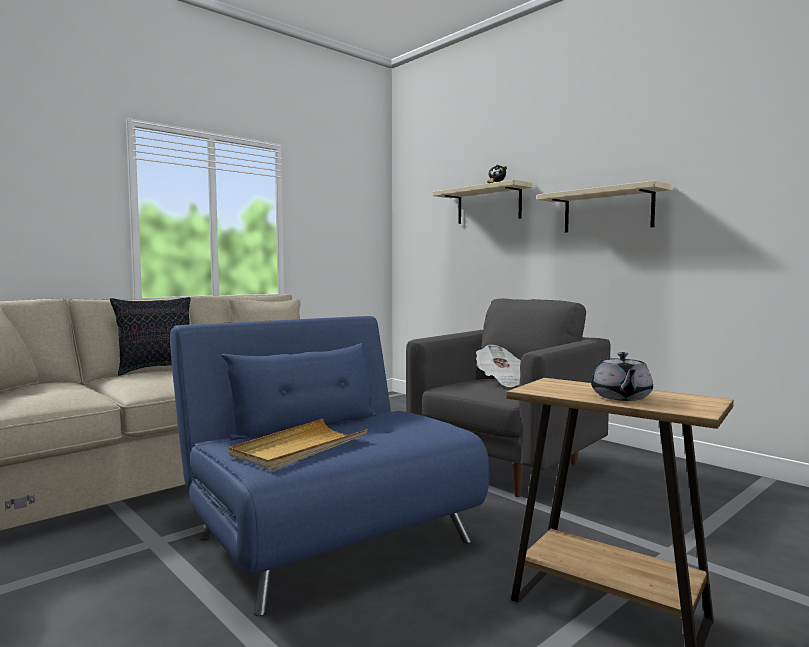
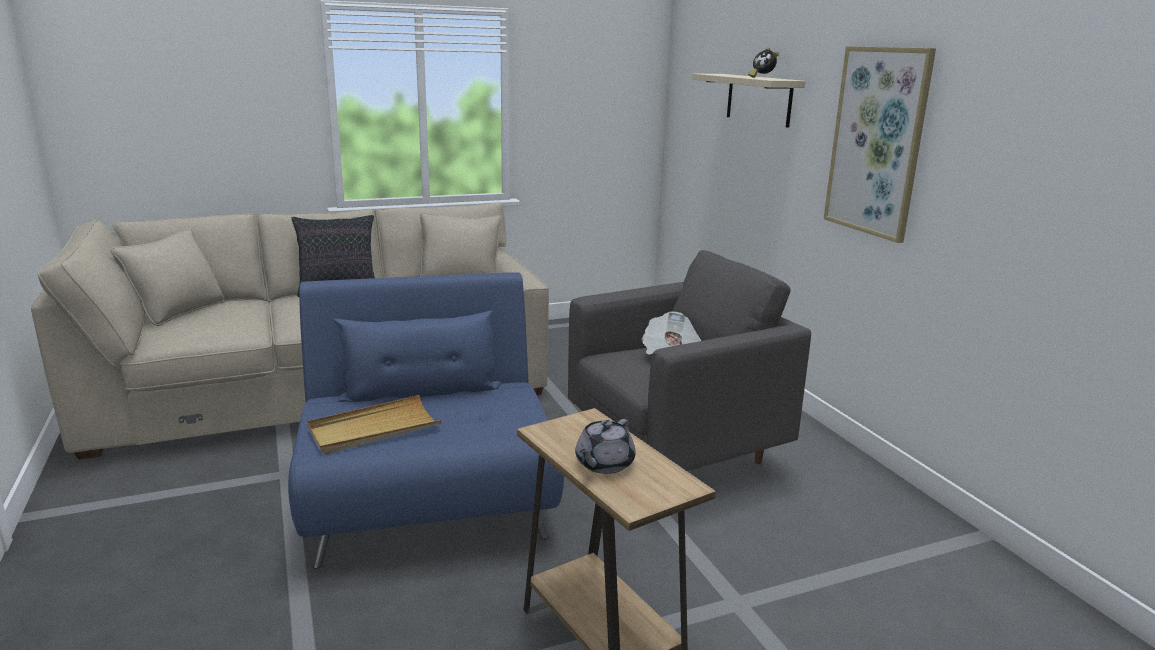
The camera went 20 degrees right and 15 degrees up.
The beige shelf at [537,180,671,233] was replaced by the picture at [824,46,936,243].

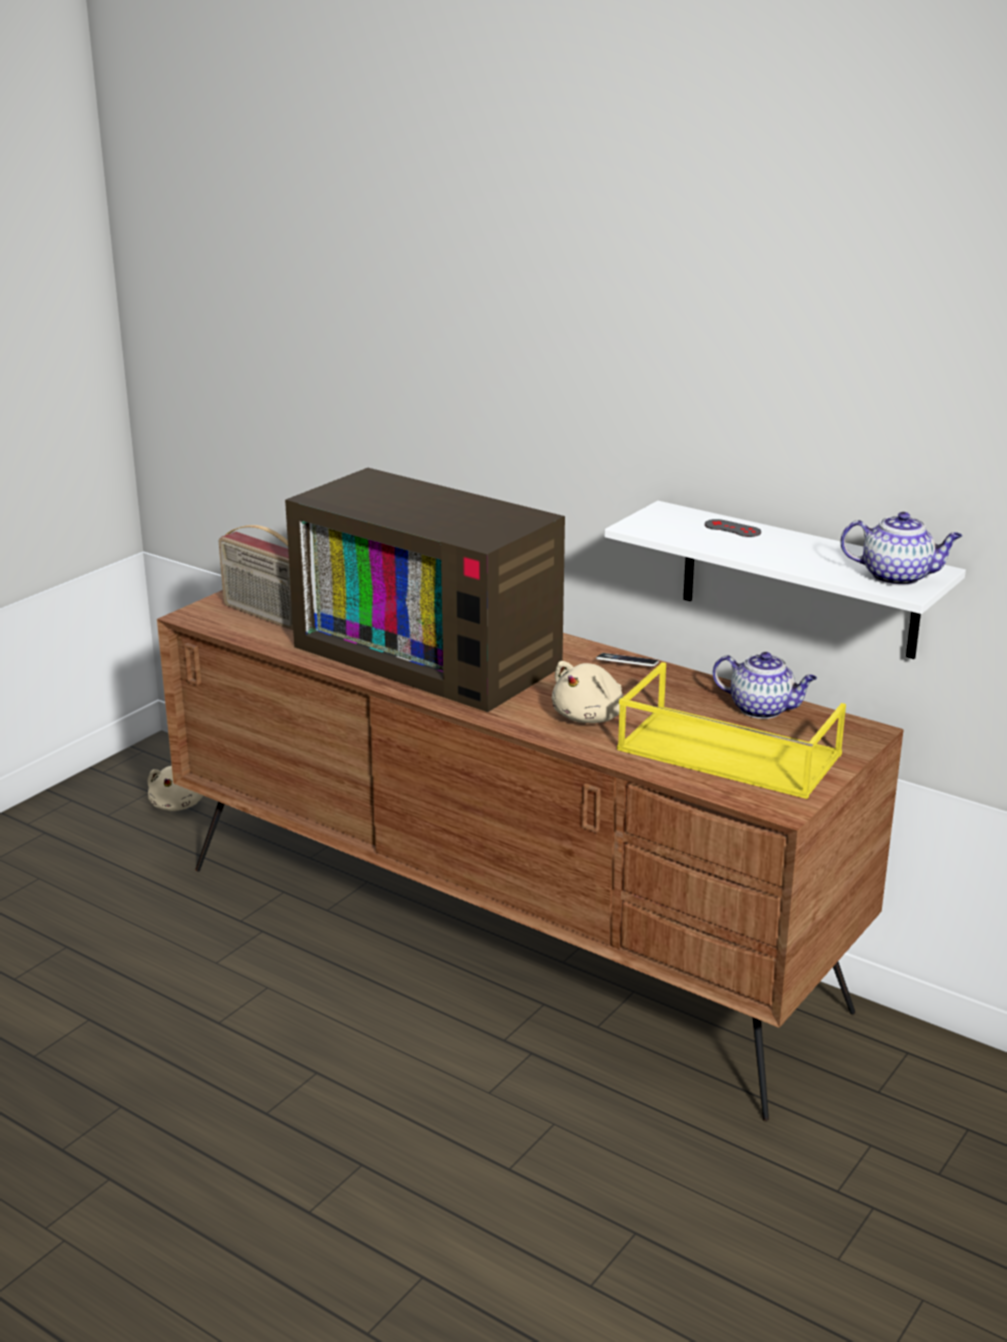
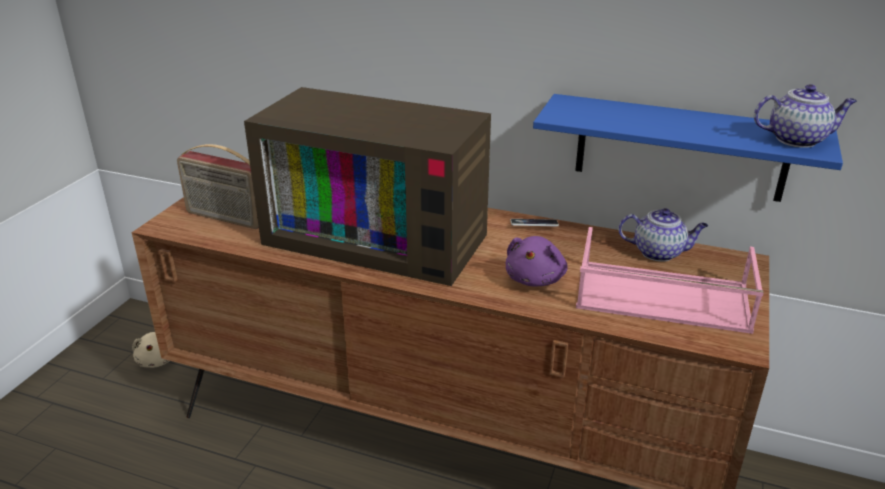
The camera went 15 degrees left and 5 degrees up.
The whitish shelf at [604,501,966,659] became the bluish shelf at [533,94,843,202].
The gray joypad at [705,519,761,537] disappeared.
The beige cuddly toy at [551,661,623,723] became the purplish cuddly toy at [506,236,568,287].
The yellow-coloured serving tray at [617,662,846,799] became the pinkish serving tray at [576,227,764,334].

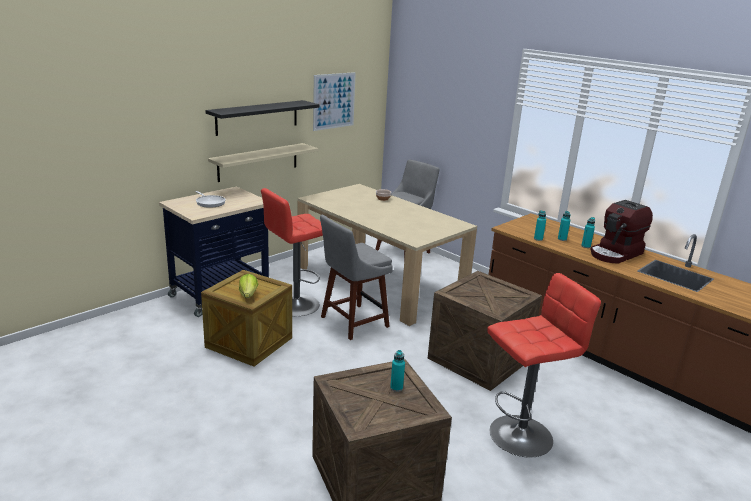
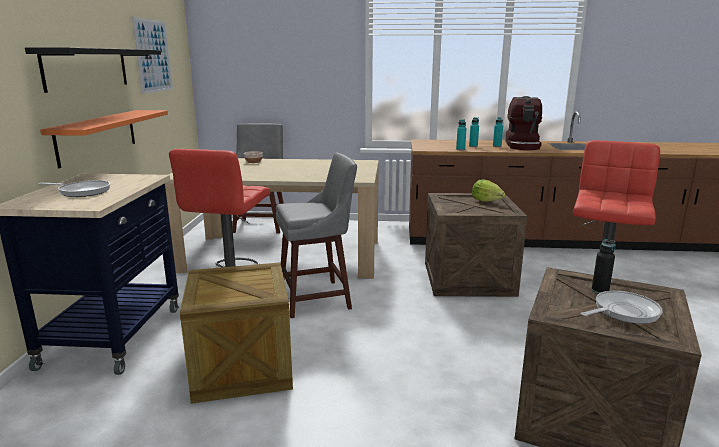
The camera went 40 degrees left and 5 degrees down.
The beige shelf at [208,143,319,182] became the orangey shelf at [40,110,168,168].
The gray upright chair at [320,214,393,340] turned 120 degrees counterclockwise.
The lettuce head moved from [239,274,258,298] to [472,179,506,202].
The turquoise drink bottle at [390,350,405,392] became the blackish drink bottle at [591,239,616,294].
The skillet at [581,291,663,324] appeared.

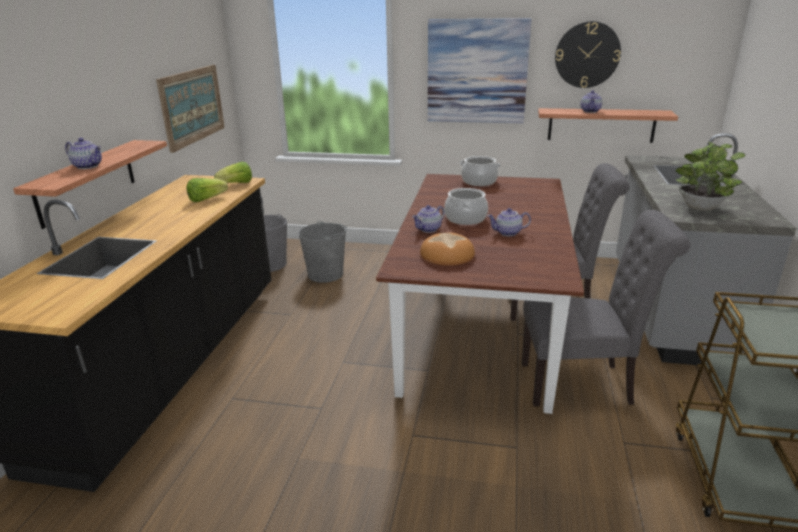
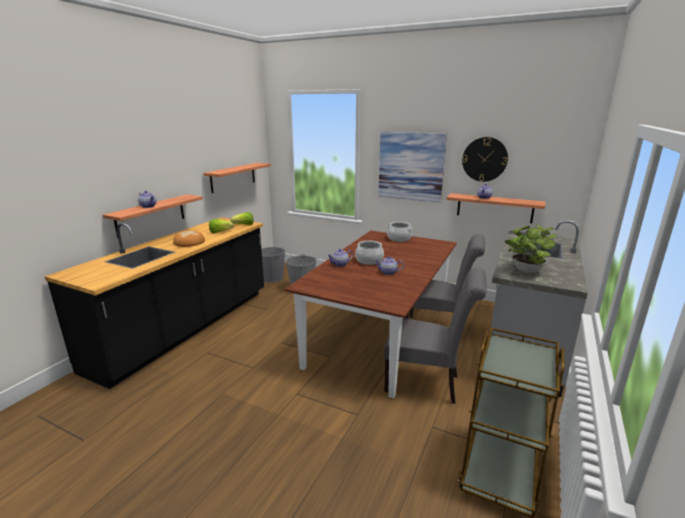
The camera went 15 degrees right and 5 degrees down.
The picture at [156,65,225,153] was replaced by the shelf at [204,163,271,193].
The bread moved from [420,232,475,266] to [173,231,205,247].

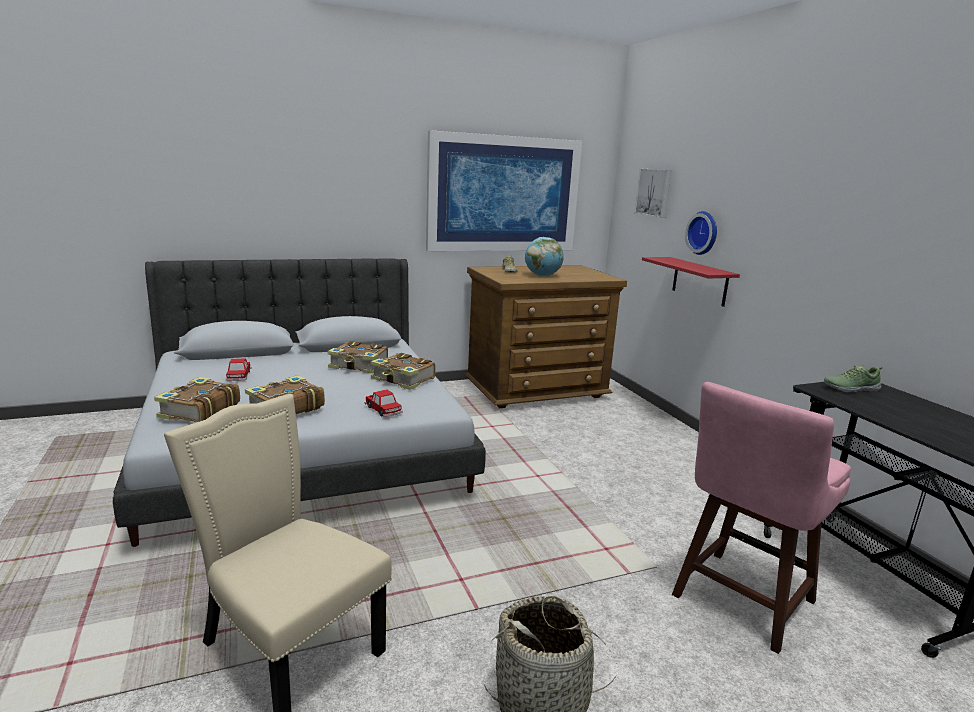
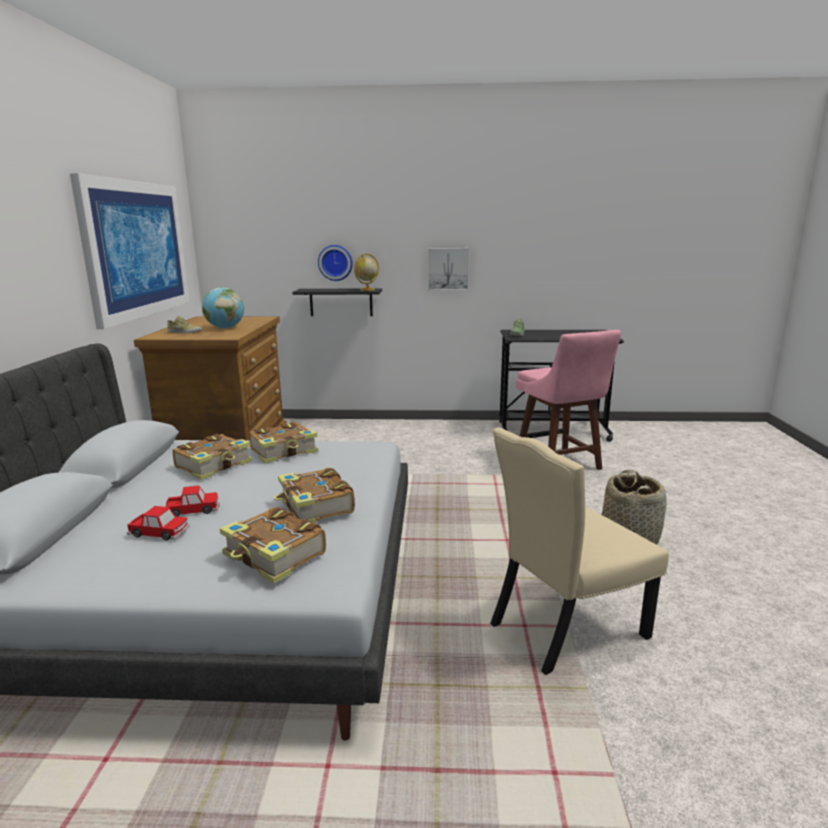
The camera went 65 degrees left and 0 degrees up.
The picture moved from [634,169,672,218] to [428,248,469,290].
The reddish shelf at [642,257,740,307] became the blackish shelf at [292,288,382,316].
The miniature car moved from [365,389,402,417] to [165,486,220,517].
The desk globe at [354,254,379,291] appeared.

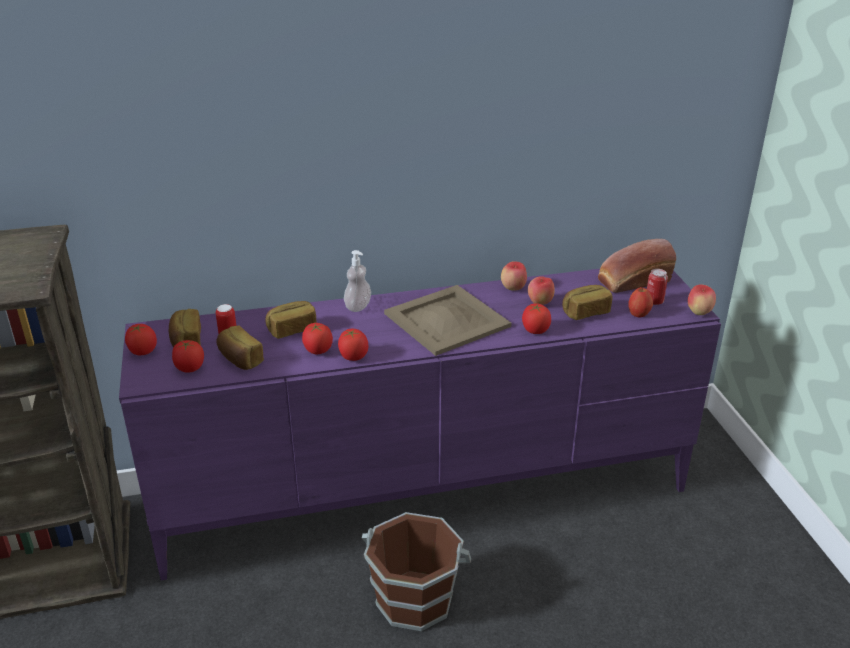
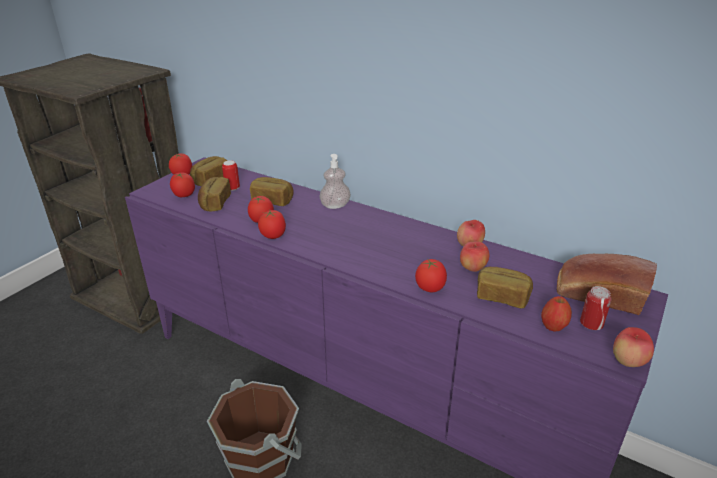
The camera went 45 degrees right and 0 degrees up.
The beige serving tray at [384,285,511,356] disappeared.

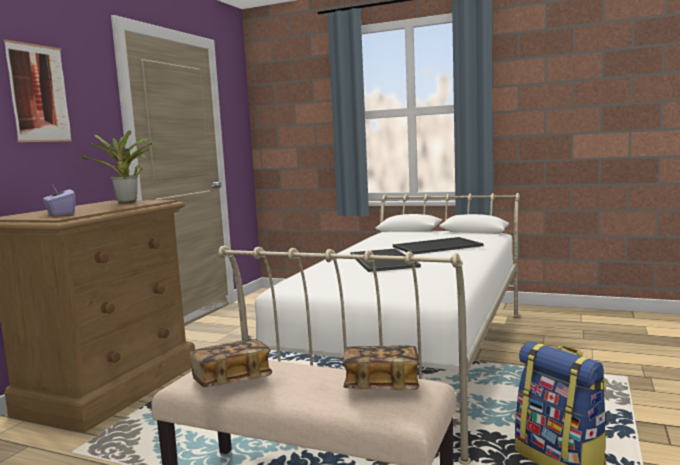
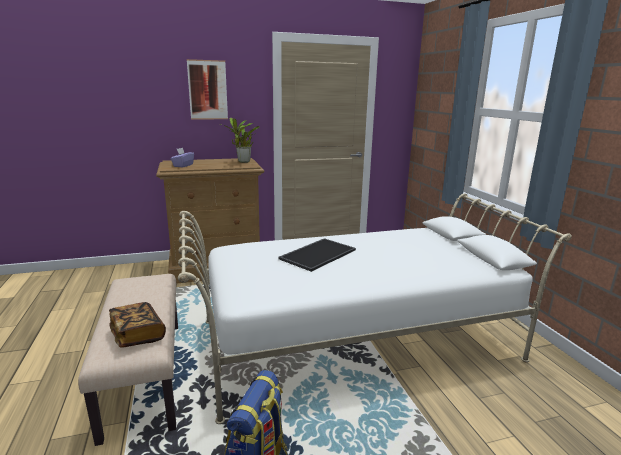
The camera went 50 degrees right and 10 degrees up.
The serving tray at [393,237,483,255] disappeared.
The bound book at [189,339,272,387] disappeared.

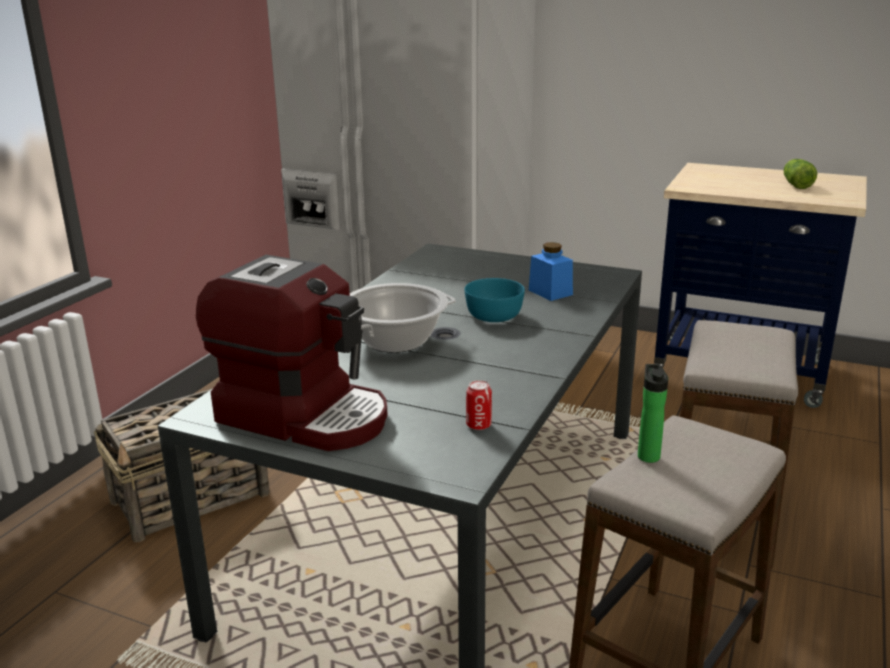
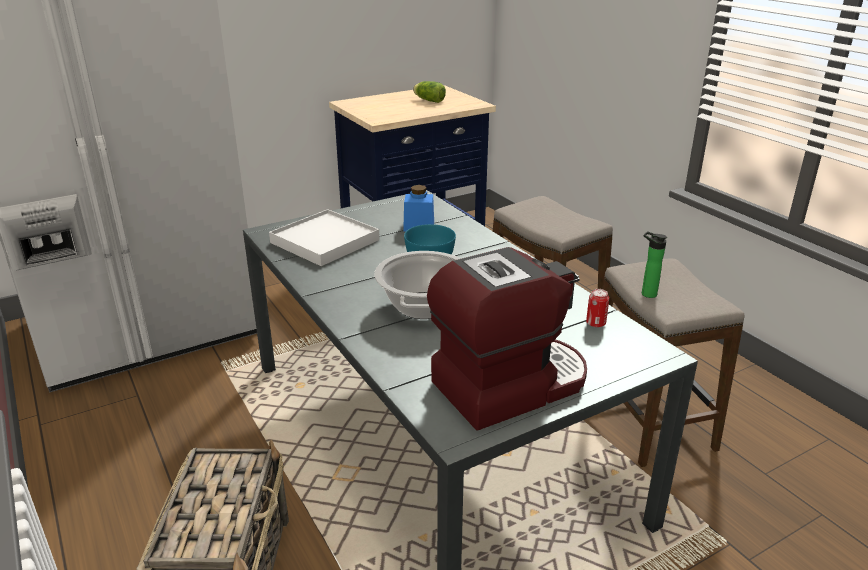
The camera went 55 degrees left and 5 degrees up.
The whitish serving tray at [269,209,380,266] appeared.

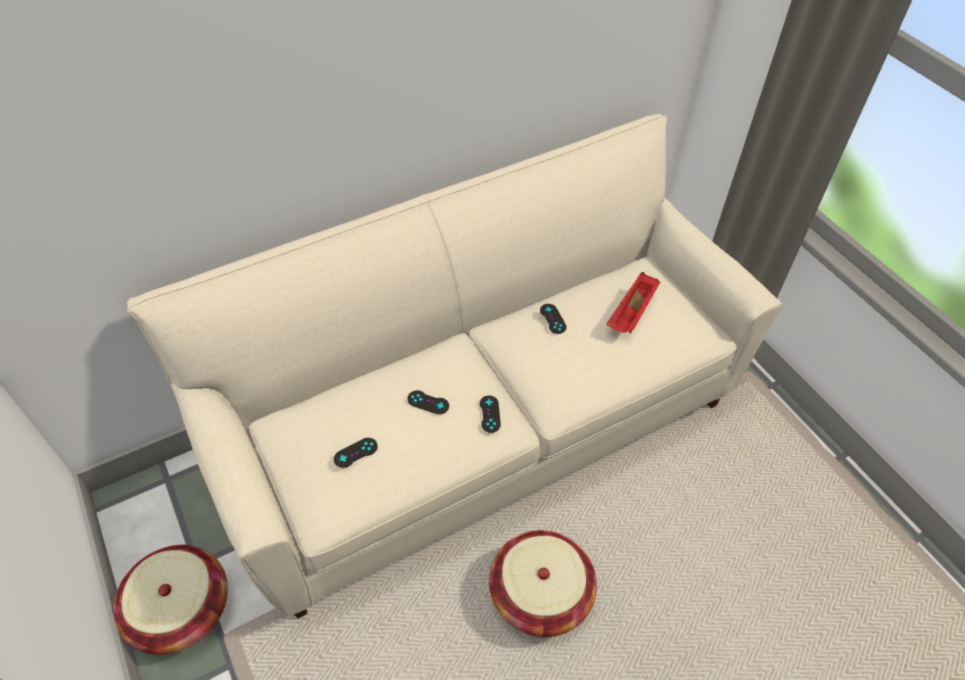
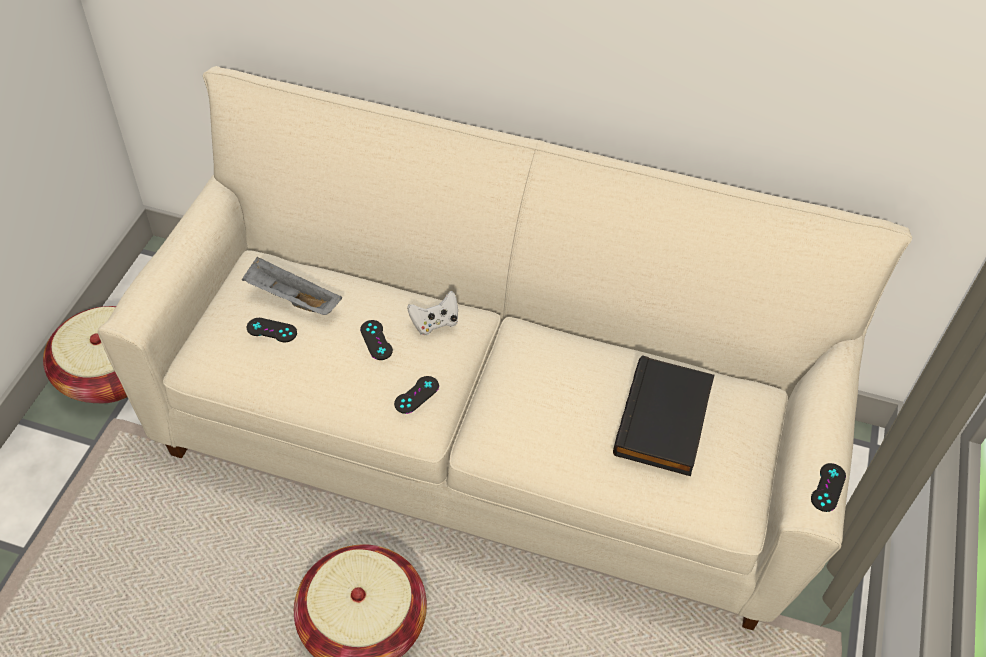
The camera went 45 degrees right and 0 degrees up.
The reddish serving tray at [606,272,660,334] was replaced by the blackish bound book at [613,355,715,476].
The blackish joypad moved from [540,304,567,334] to [811,463,846,512].
The gray serving tray at [242,256,342,315] appeared.
The whitish joypad at [407,291,458,335] appeared.

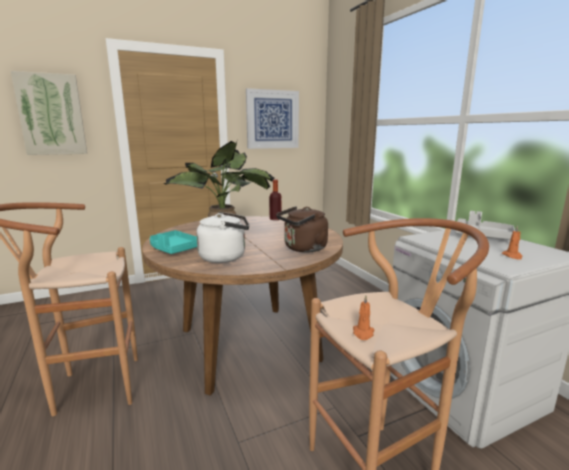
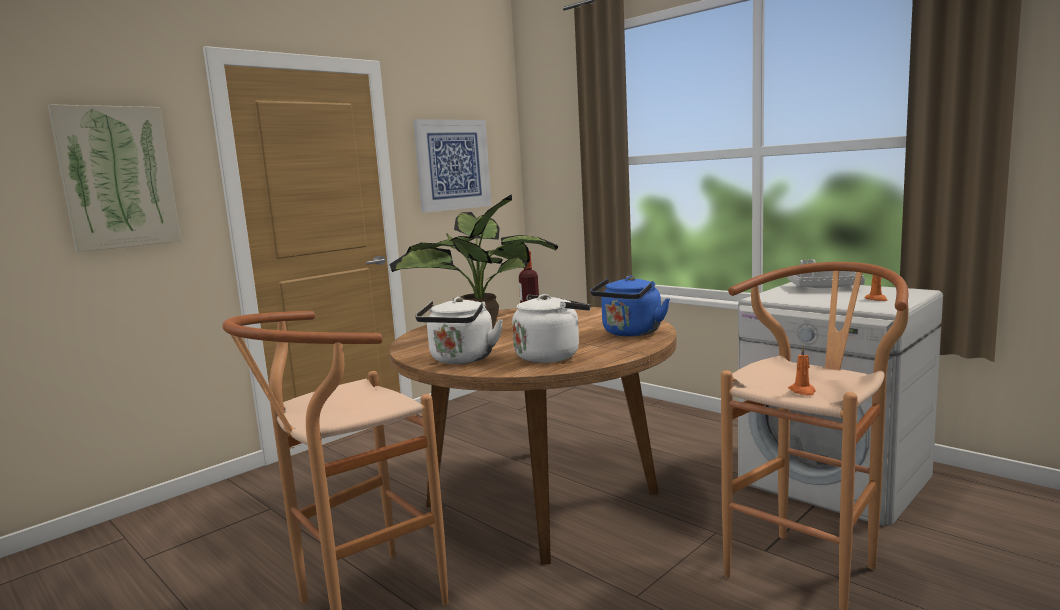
The camera went 20 degrees left and 5 degrees down.
The brown-coloured kettle at [276,206,328,253] became the bluish kettle at [591,276,670,337].
The turquoise serving tray at [150,230,197,254] was replaced by the whitish kettle at [415,297,503,364].

